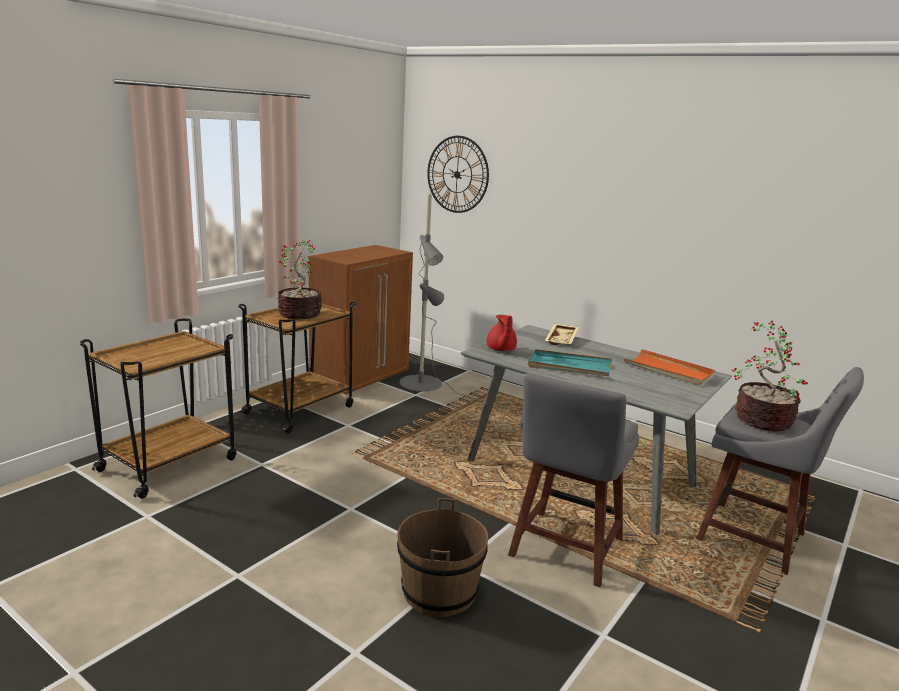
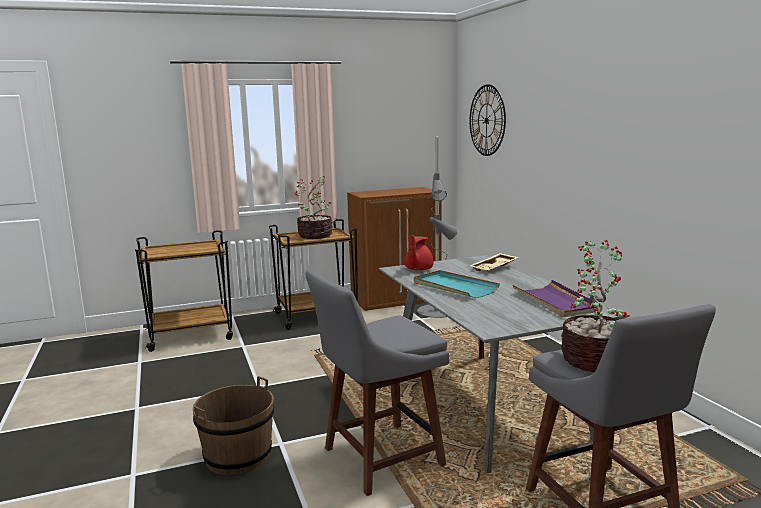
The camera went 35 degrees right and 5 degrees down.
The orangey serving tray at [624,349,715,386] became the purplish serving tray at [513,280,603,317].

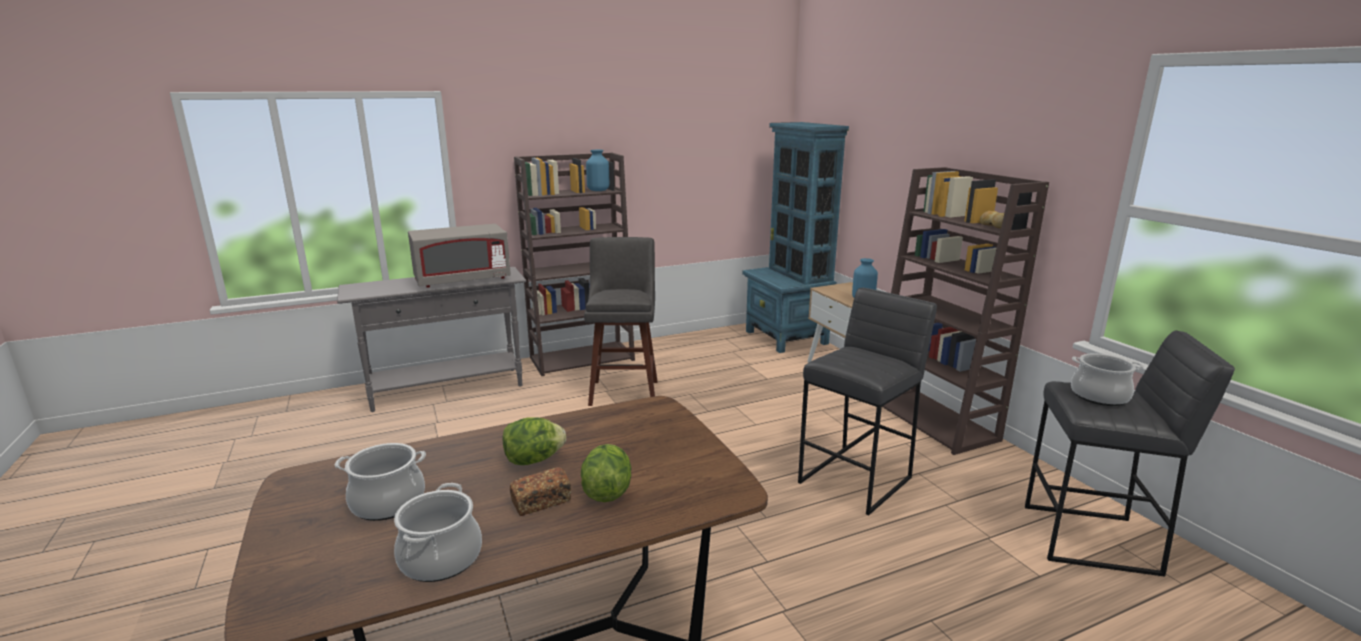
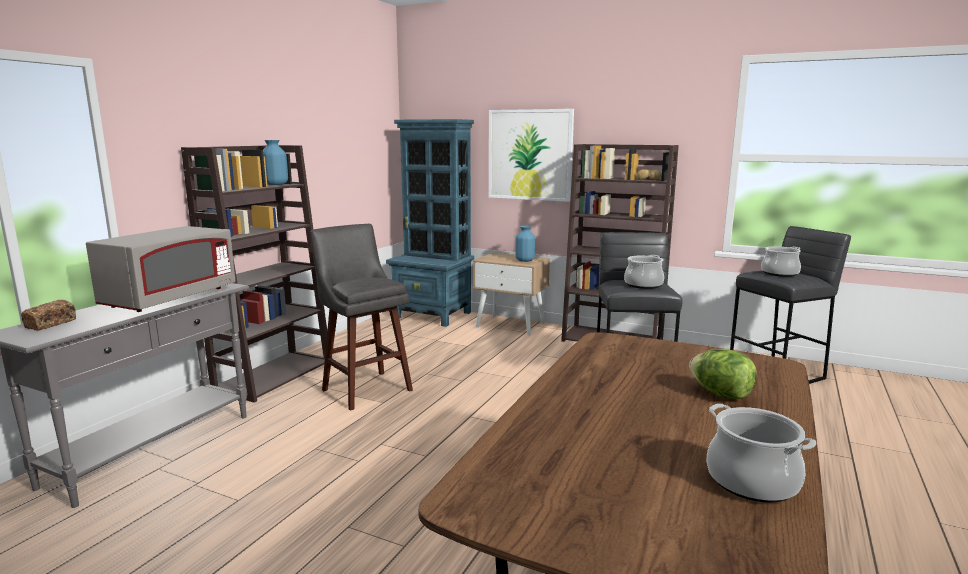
The camera went 40 degrees left and 5 degrees down.
The lettuce head at [502,418,566,465] disappeared.
The stockpot moved from [335,443,426,521] to [624,255,664,289].
The bread moved from [510,467,571,516] to [21,300,76,331].
The picture at [489,109,574,202] appeared.

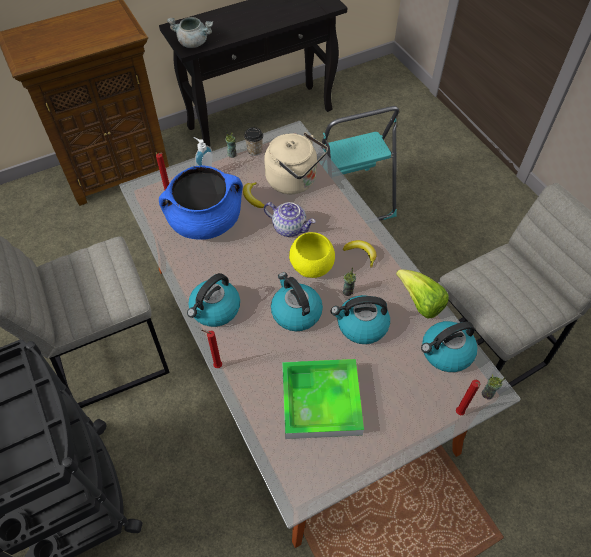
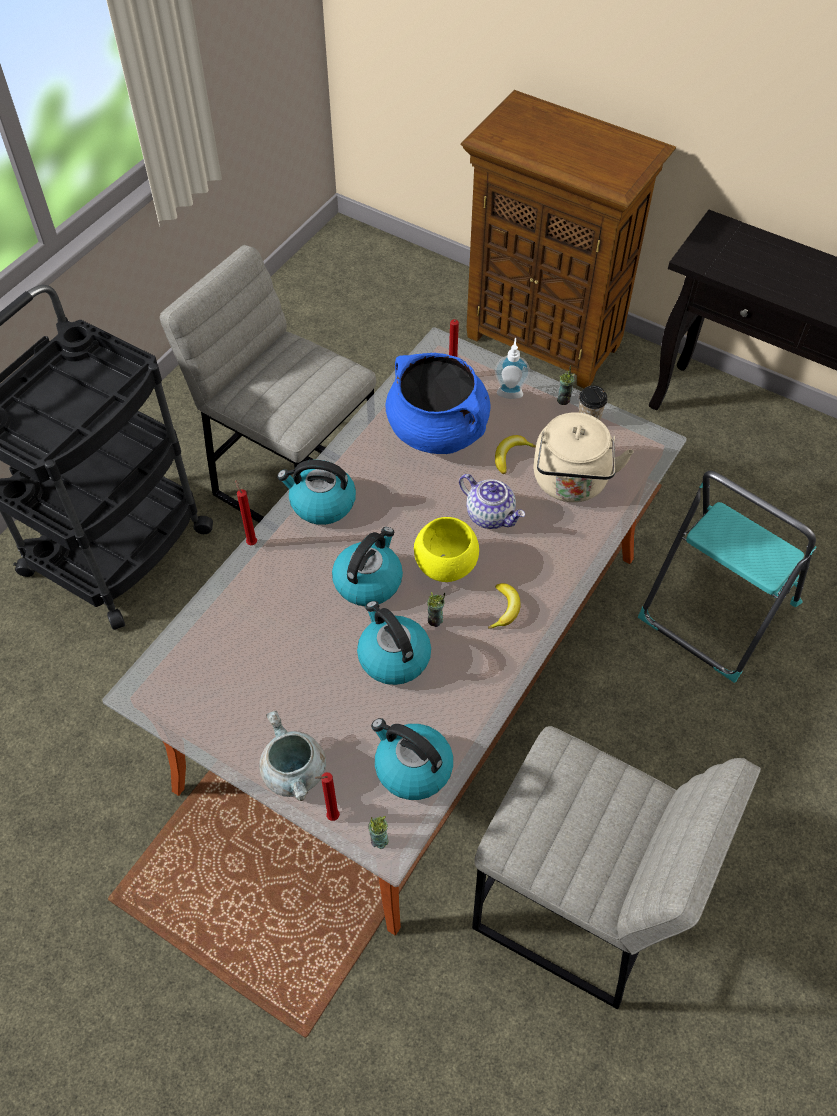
The camera went 60 degrees right and 0 degrees up.
The gray stockpot moved from [167,17,213,48] to [259,711,326,801].
The tea pot at [264,202,316,237] turned 45 degrees counterclockwise.
The lettuce head at [396,269,449,318] disappeared.
The serving tray at [282,359,364,439] disappeared.

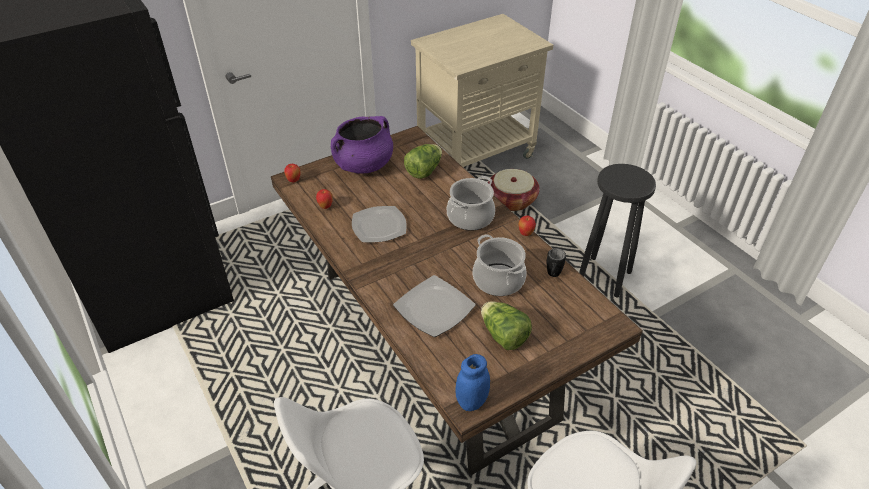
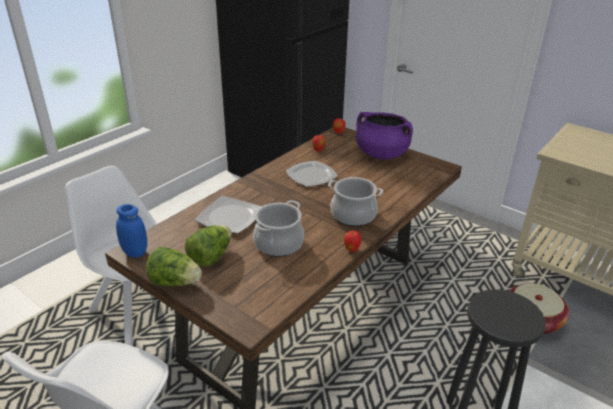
The camera went 70 degrees right and 10 degrees down.
The lettuce head moved from [404,144,442,179] to [146,247,202,286].
The blackish tea mug at [547,248,566,277] disappeared.

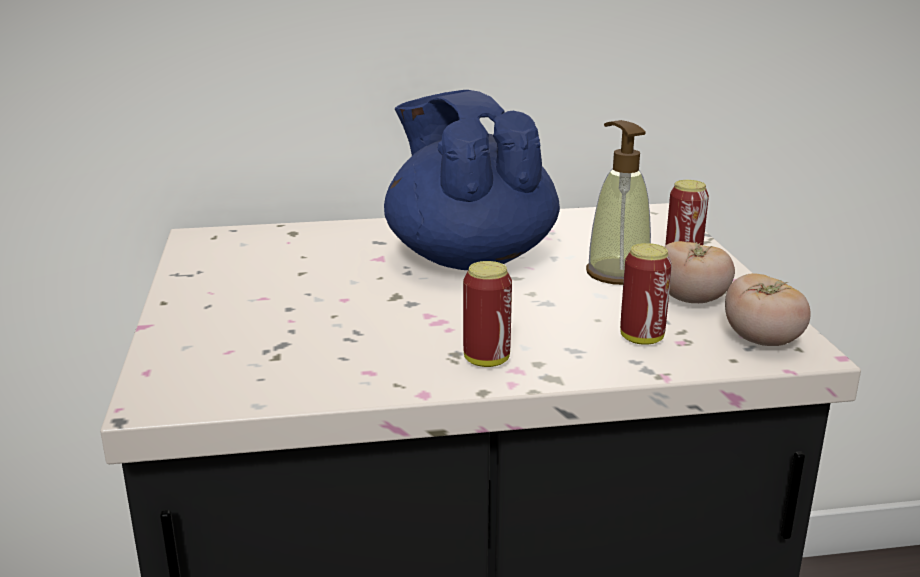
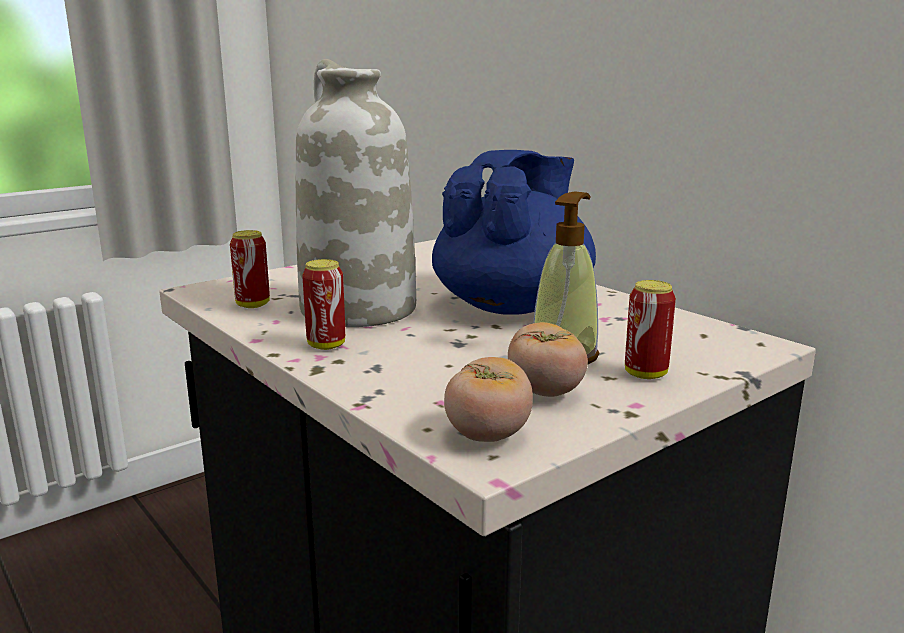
The camera went 60 degrees right and 5 degrees down.
The sealed can moved from [620,243,672,345] to [230,230,270,308].
The whitish flower vase at [295,59,416,327] appeared.

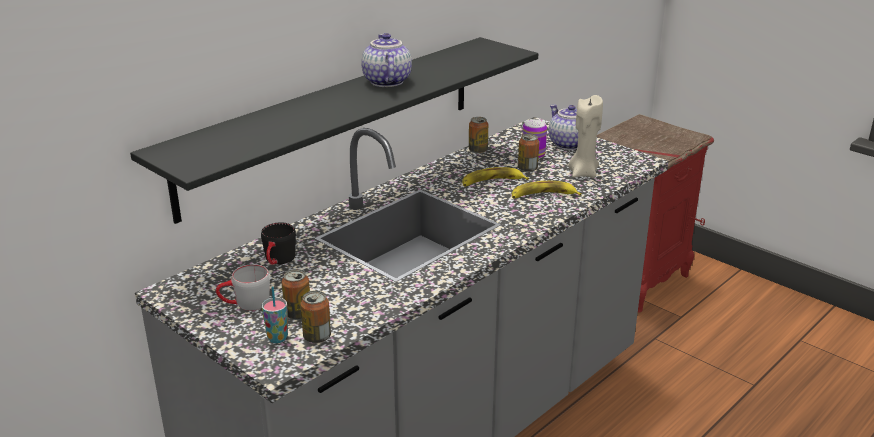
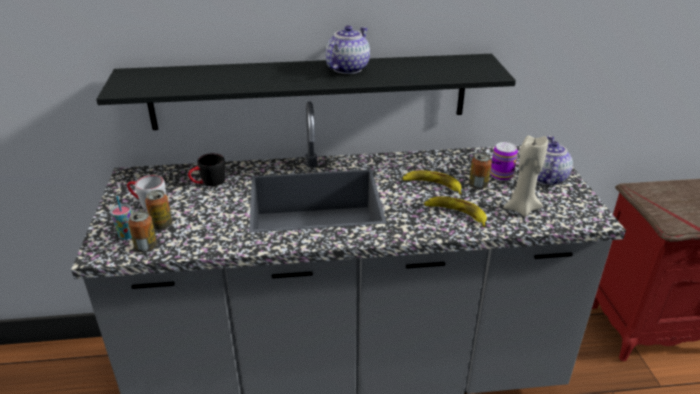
The camera went 40 degrees right and 5 degrees up.
The sealed can at [469,117,488,154] disappeared.

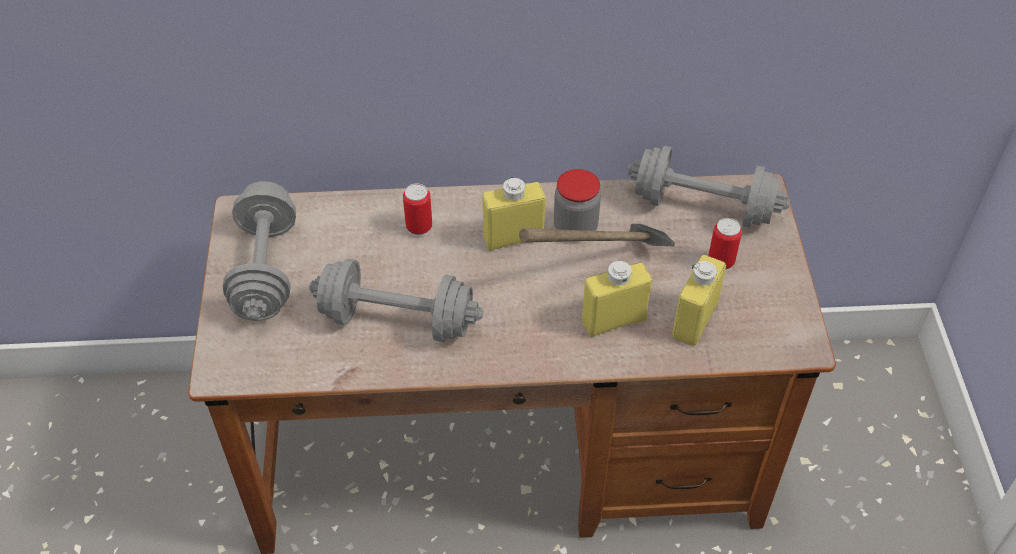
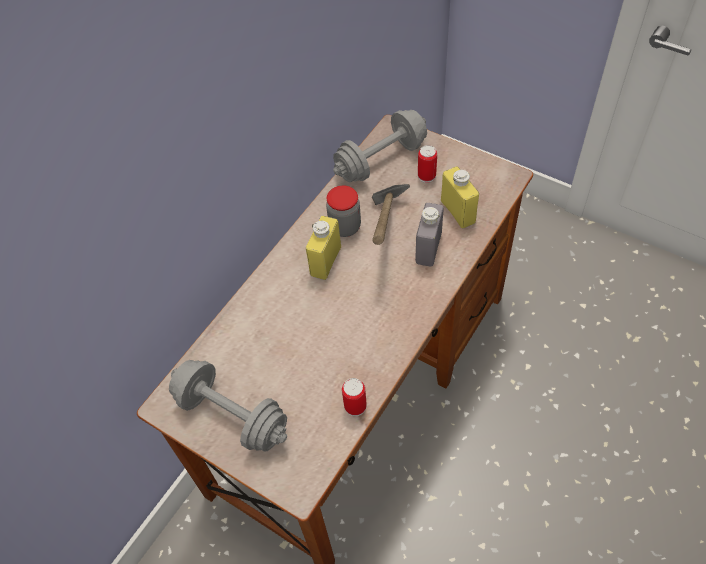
The camera went 50 degrees left and 5 degrees up.
The sealed can moved from [403,184,432,237] to [342,378,367,416].
The gray dumbbell at [309,259,483,342] disappeared.
The yellow-coloured drink bottle at [582,261,652,337] became the gray drink bottle at [415,203,444,267].

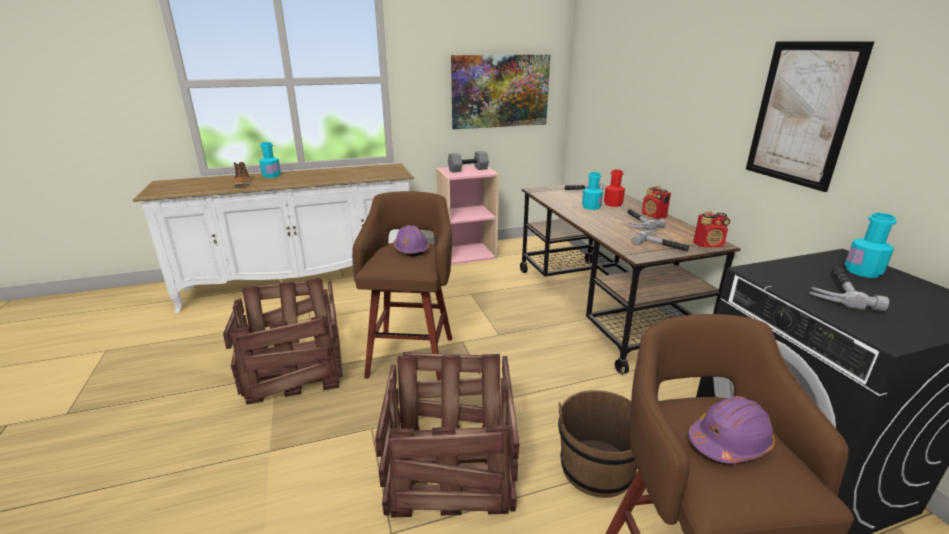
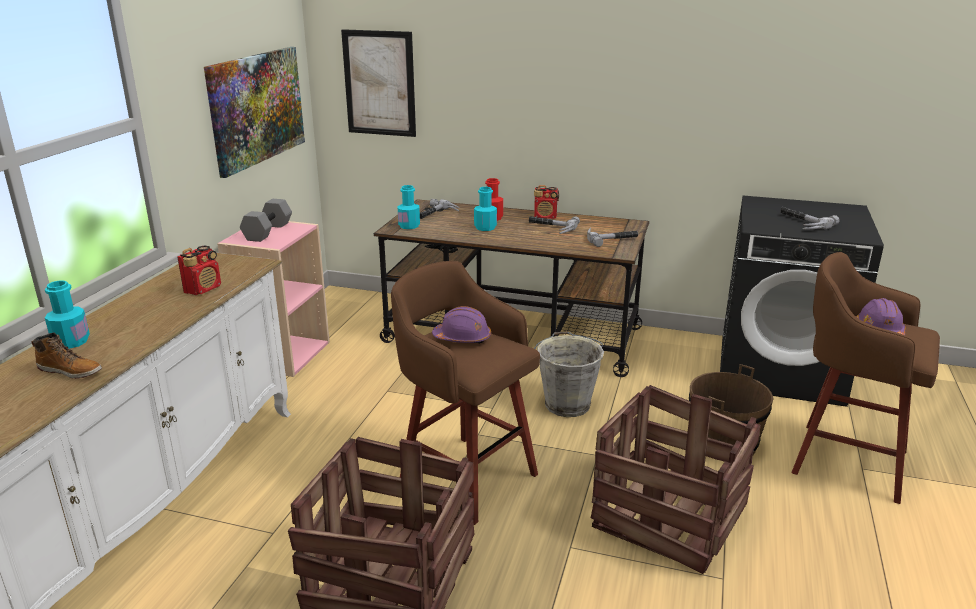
The camera went 55 degrees left and 0 degrees up.
The picture moved from [746,41,875,192] to [341,29,416,137].
The radio receiver moved from [693,211,730,248] to [177,246,221,295].
The turquoise drink bottle moved from [844,213,897,278] to [398,185,420,229].
The gray pail at [534,331,604,417] appeared.

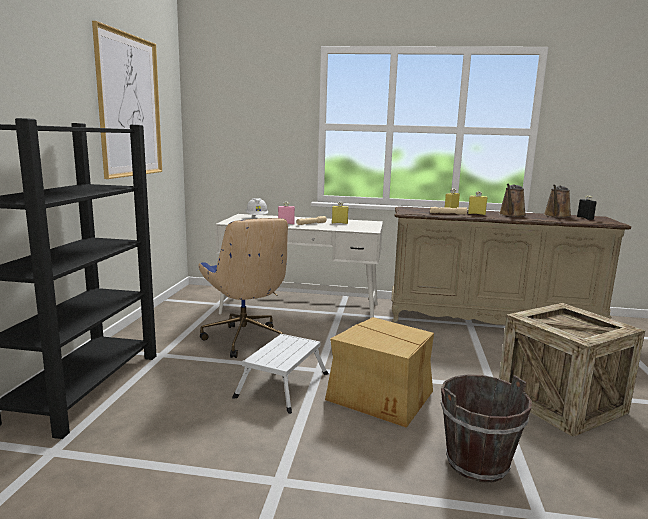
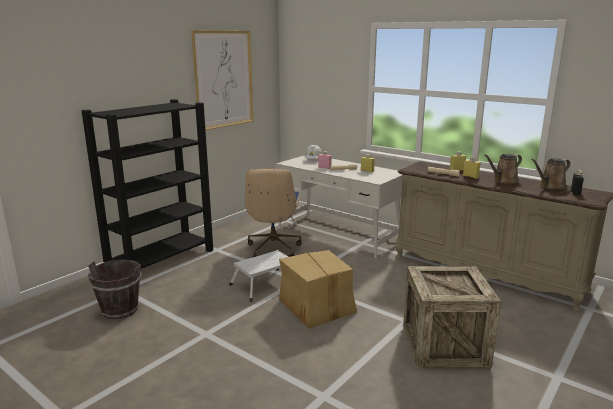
The camera went 30 degrees right and 5 degrees up.
The brown-coloured pail moved from [440,374,532,483] to [88,260,141,319].

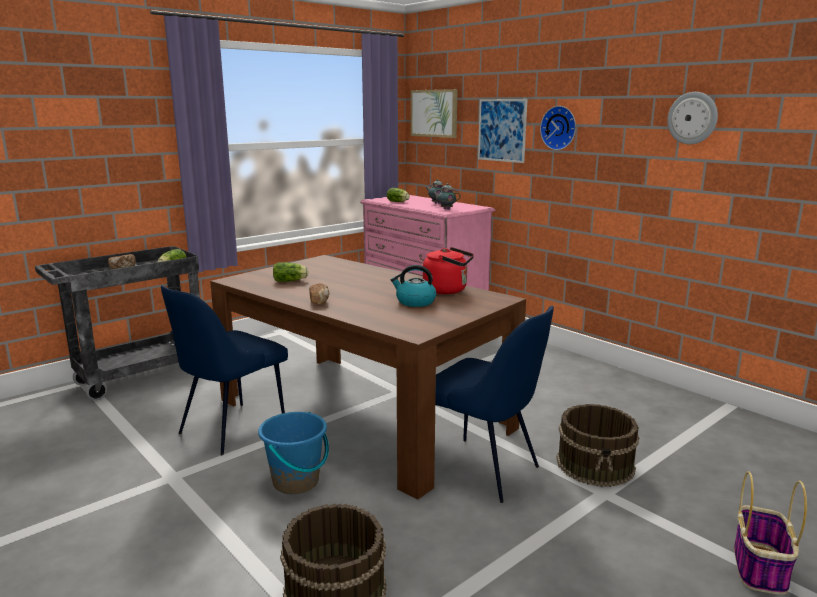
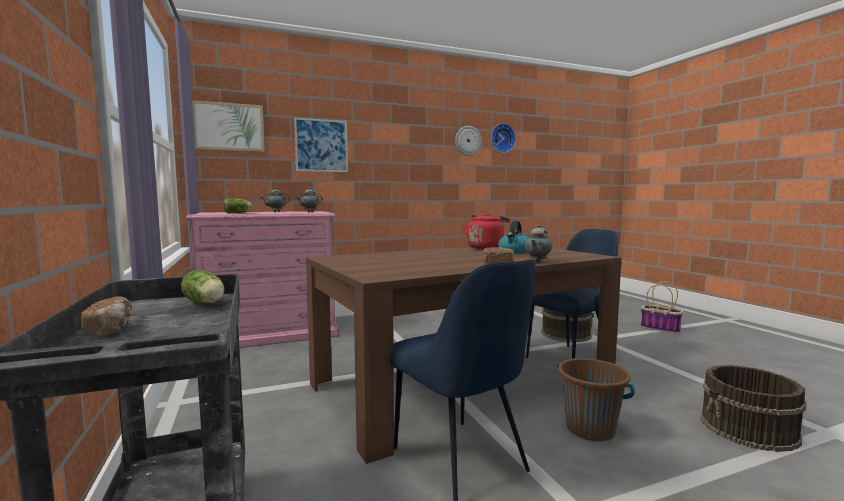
The camera went 70 degrees left and 10 degrees down.
The wall clock moved from [540,106,576,150] to [491,123,516,153].
The lettuce head at [273,262,309,282] disappeared.
The bluish pail at [258,412,329,494] became the brown-coloured pail at [556,358,635,441].
The tea pot at [525,225,552,263] appeared.

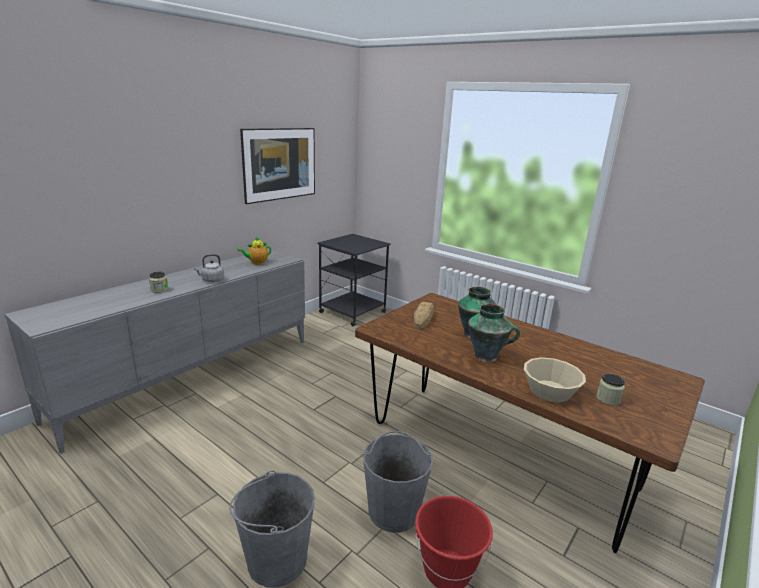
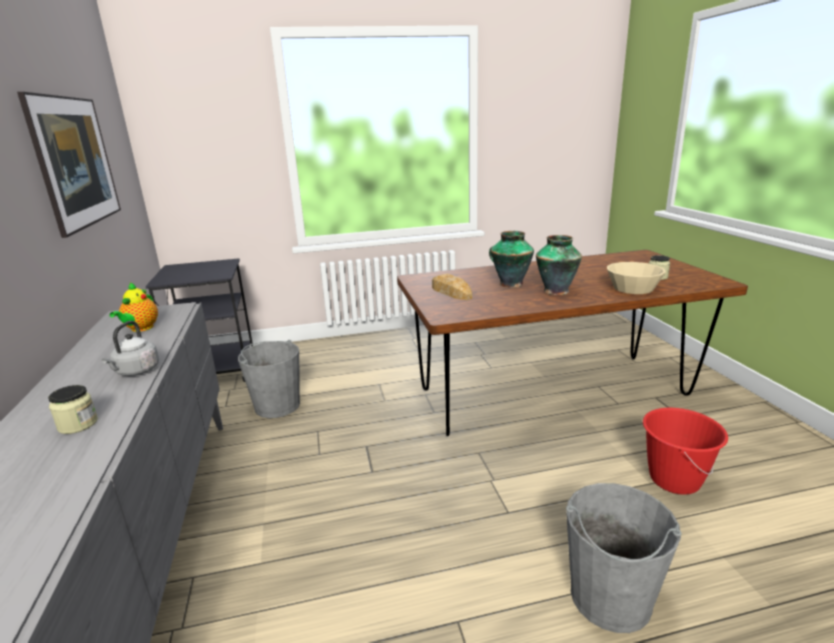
The camera went 50 degrees left and 0 degrees up.
The gray pail moved from [363,431,433,532] to [238,340,300,418].

